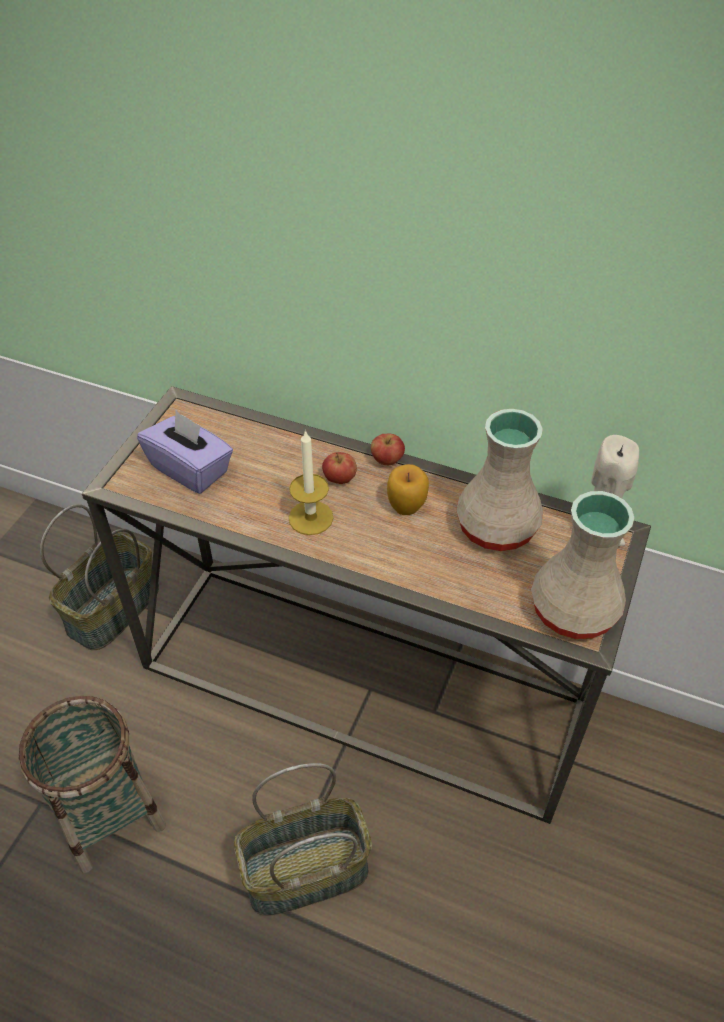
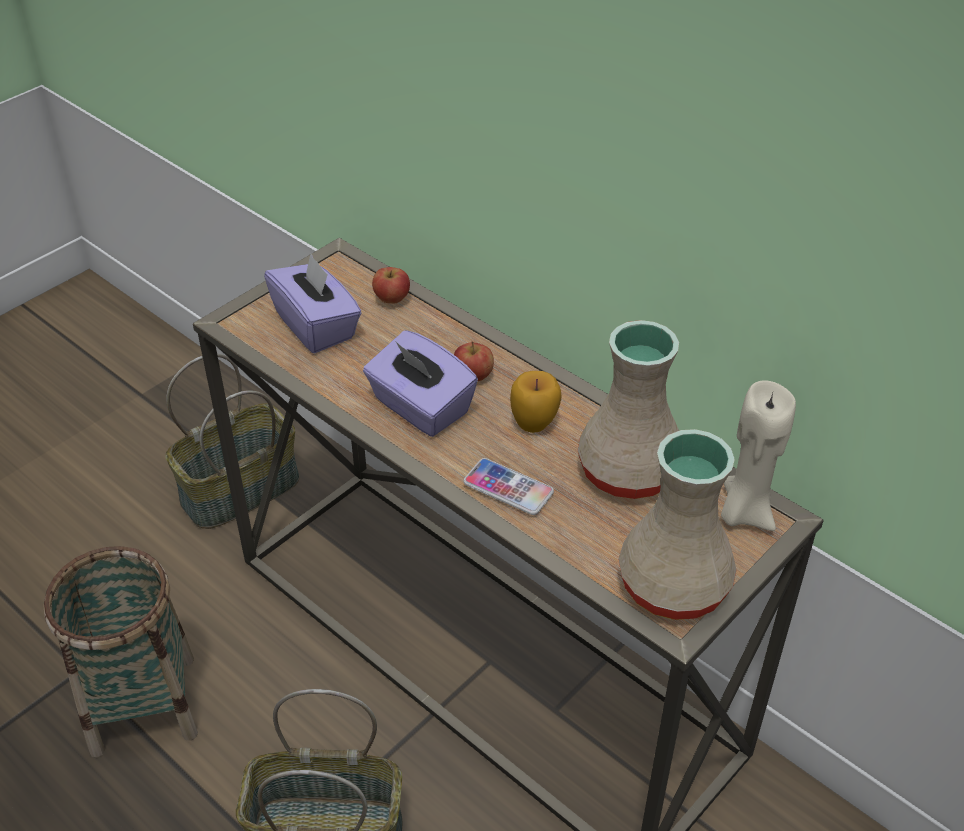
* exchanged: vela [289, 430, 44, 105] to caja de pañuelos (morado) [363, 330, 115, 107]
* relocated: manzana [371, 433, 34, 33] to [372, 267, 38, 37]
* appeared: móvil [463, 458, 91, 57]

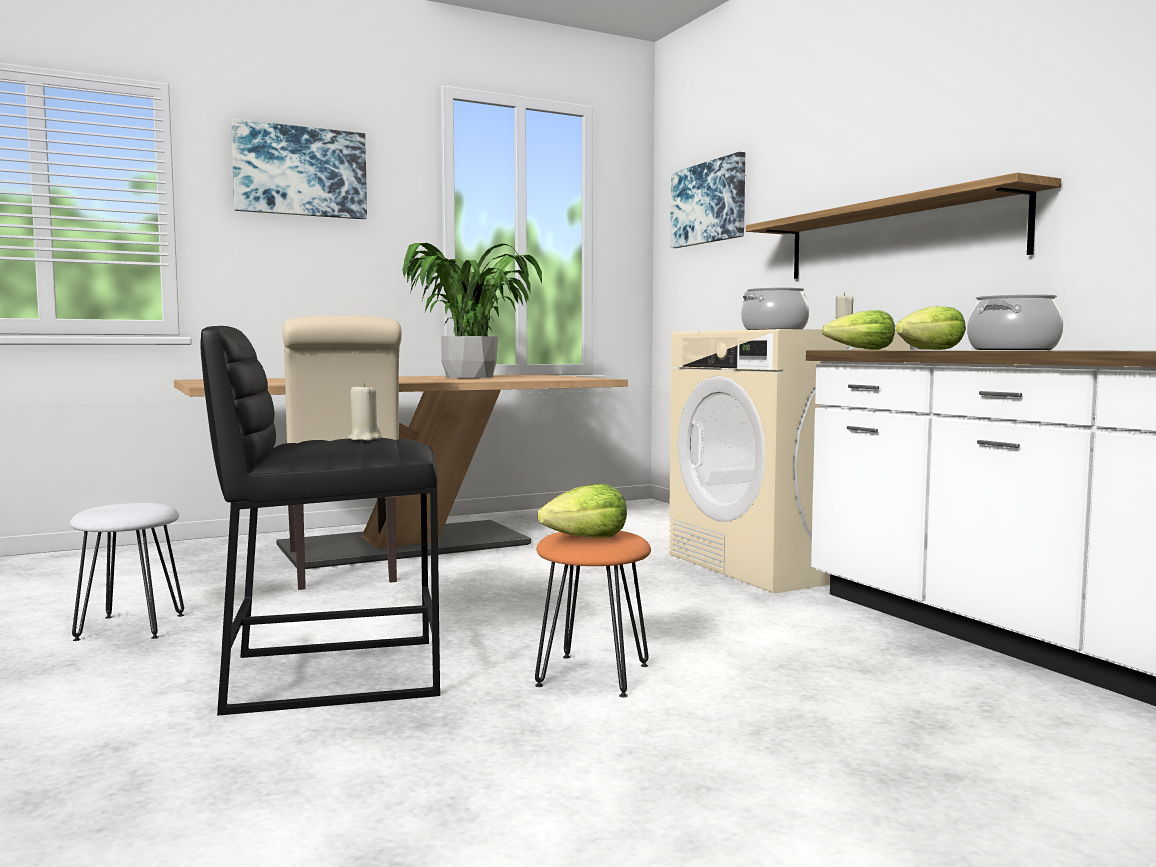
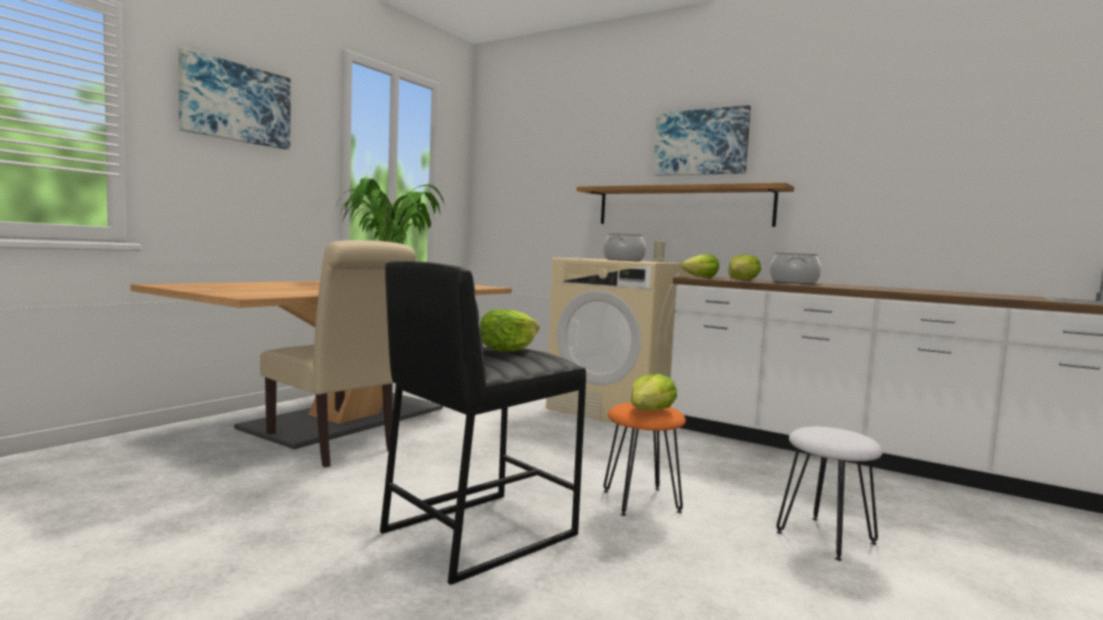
* relocated: taburete (blanco) [70, 503, 114, 138] to [776, 427, 107, 134]
* exchanged: vela (beis) [348, 383, 34, 58] to lechuga [479, 309, 60, 42]
* relocated: cuadro [670, 152, 75, 96] to [653, 105, 98, 71]

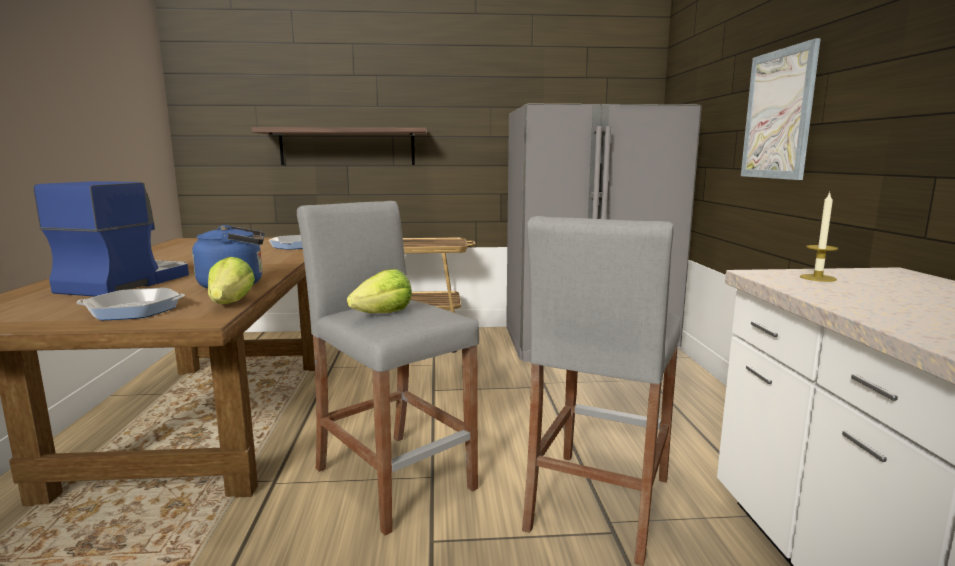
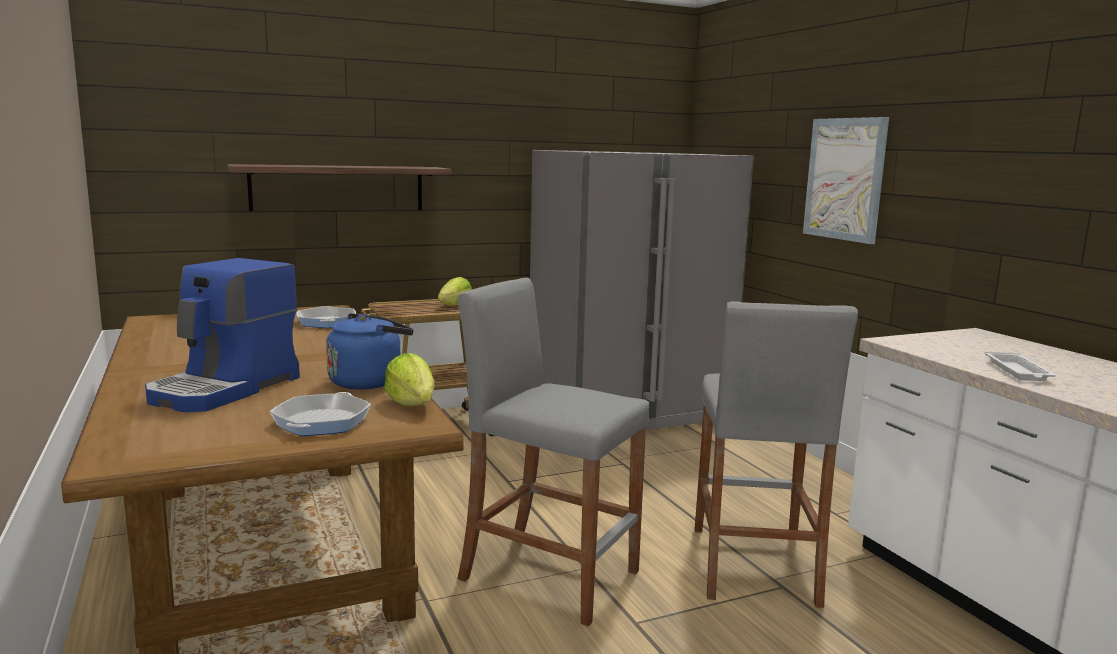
* spun: cafetera [33, 181, 156, 116] = [145, 258, 155, 154] 150 degrees counterclockwise
* spun: sartén [76, 288, 109, 32] = [270, 392, 101, 44] 45 degrees counterclockwise
* relocated: lechuga [347, 269, 65, 44] to [438, 277, 34, 29]
* missing: vela [800, 192, 38, 90]
* appeared: bandeja (blanco) [985, 351, 71, 30]

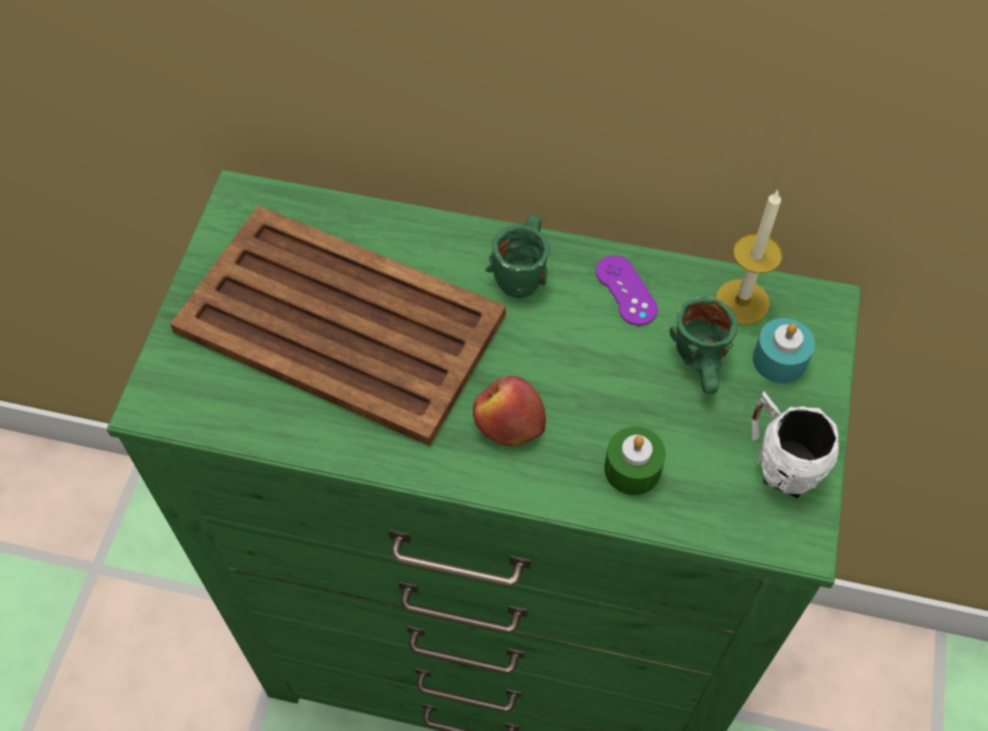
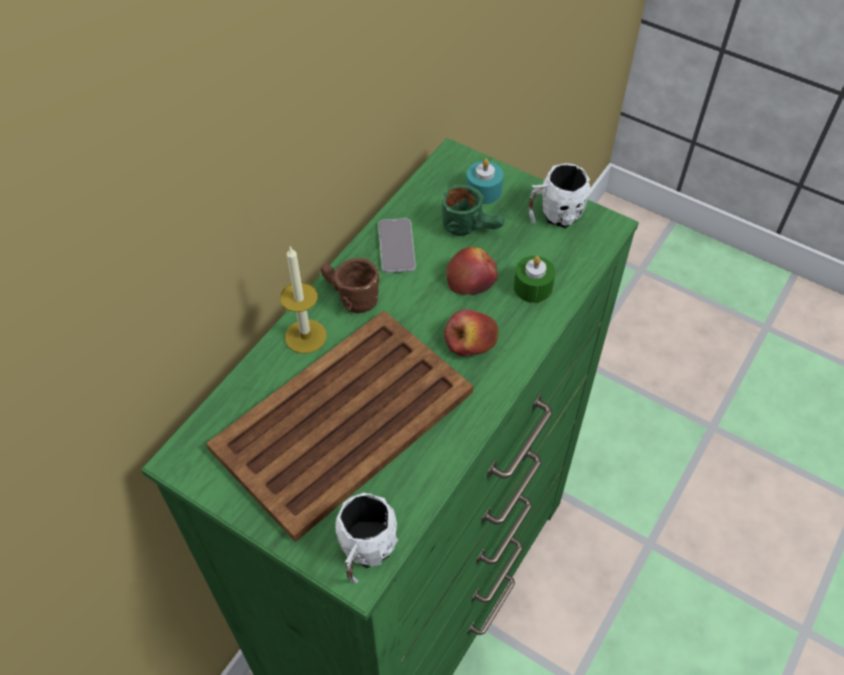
* colour: taza grande (verde) [485, 215, 65, 84] to taza grande (marrón) [320, 258, 59, 55]
* exchanged: mando de consola (morado) [596, 255, 62, 71] to móvil [378, 218, 38, 55]
* relocated: vela [715, 189, 68, 136] to [280, 246, 47, 108]
* appeared: taza grande (blanco) [335, 493, 63, 91]
* appeared: manzana [446, 247, 52, 48]

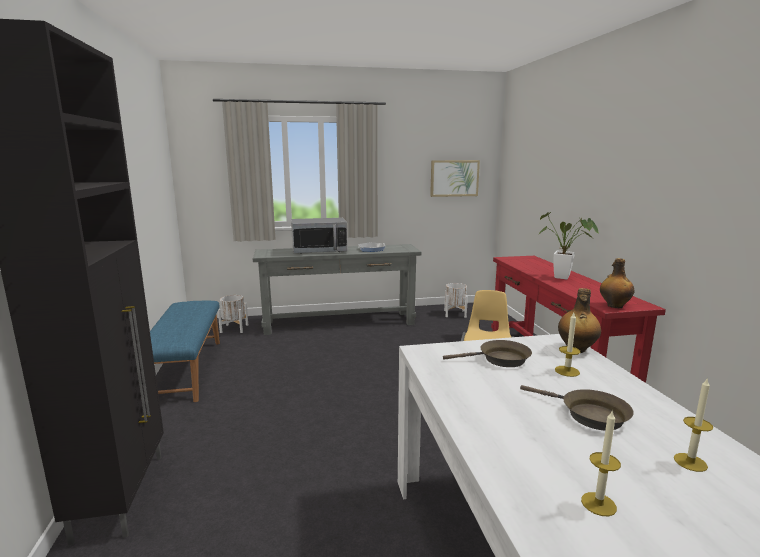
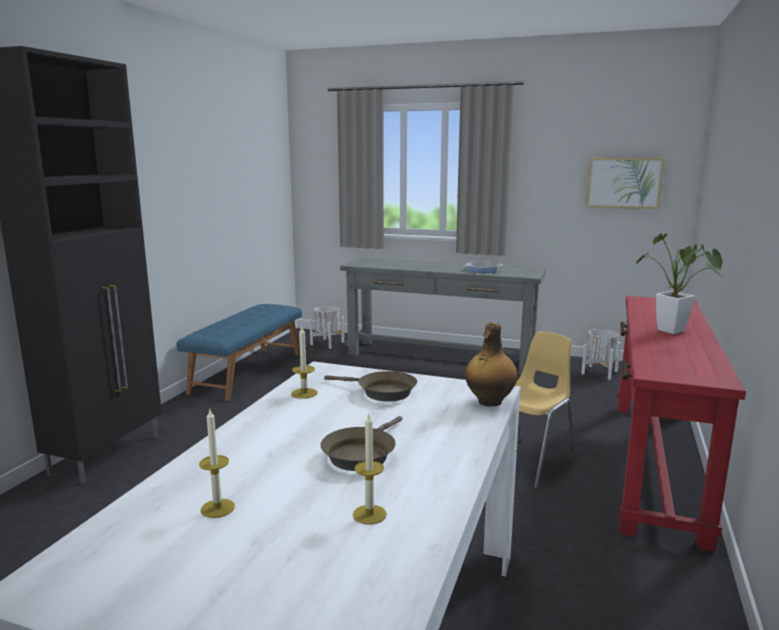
* missing: microondas [291, 218, 57, 36]
* spun: sartén (marrón) [520, 385, 114, 45] = [321, 416, 82, 55] 45 degrees clockwise
* relocated: vela [555, 313, 25, 64] to [291, 327, 27, 72]
* missing: botella [600, 258, 35, 50]

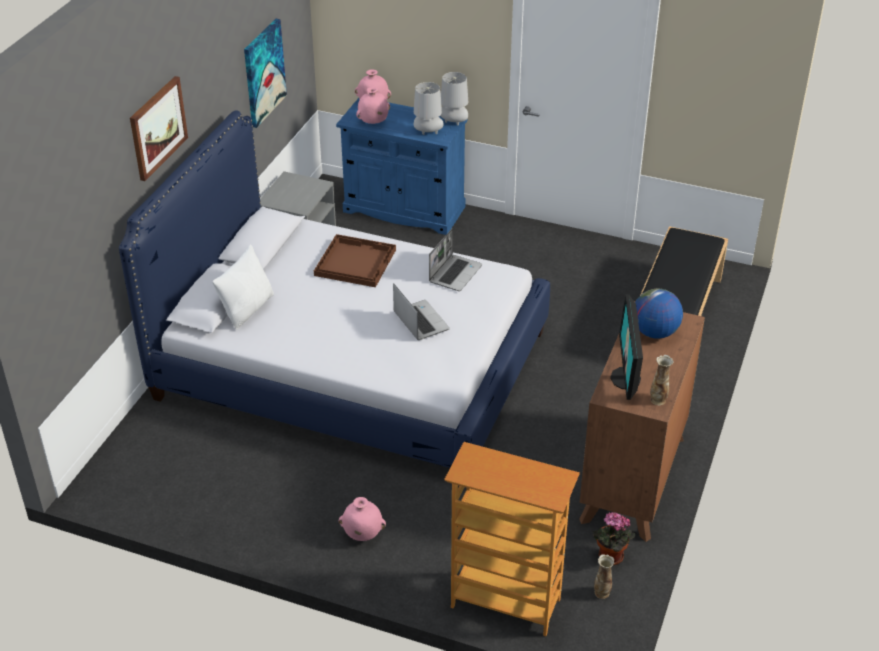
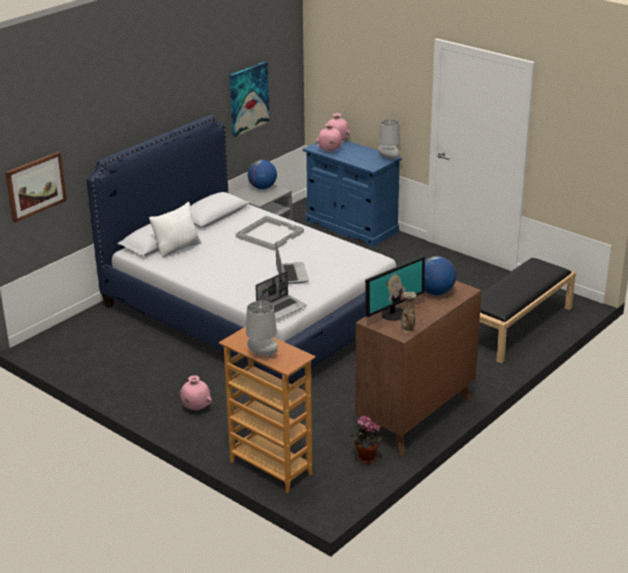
* relocated: cuadro [130, 76, 58, 105] to [5, 151, 62, 72]
* colour: bandeja (marrón) [314, 234, 82, 53] to bandeja (blanco) [236, 216, 68, 35]
* relocated: lámpara de mesa (gris) [414, 82, 30, 53] to [246, 301, 32, 57]
* relocated: portátil [429, 228, 53, 63] to [256, 271, 51, 49]
* missing: florero [594, 554, 20, 45]
* spun: monitor [610, 294, 33, 106] = [365, 256, 60, 65] 150 degrees counterclockwise
* appeared: globo terráqueo [248, 160, 29, 29]

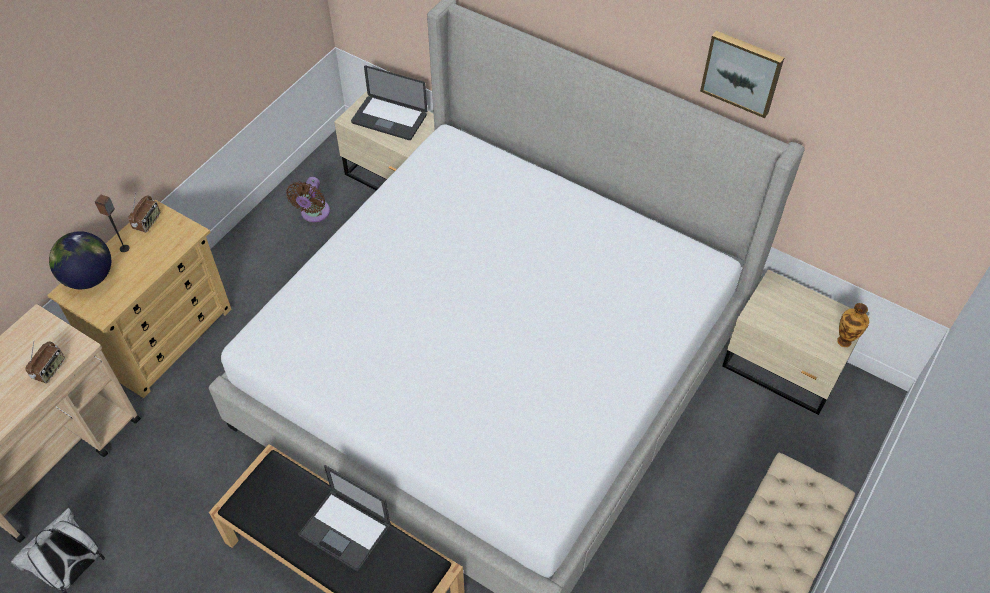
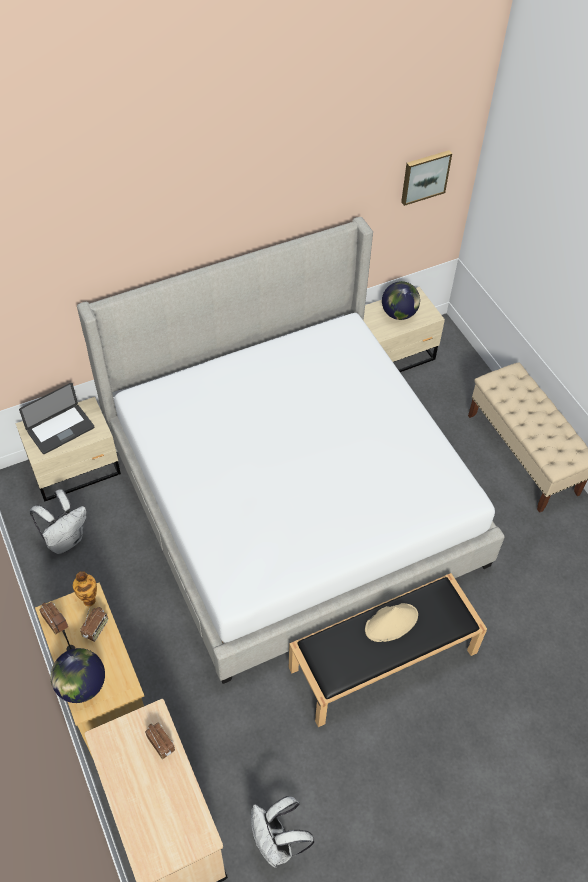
* exchanged: ventilador (marrón) [286, 177, 44, 45] to mochila (blanco) [30, 489, 56, 65]
* exchanged: portátil [298, 465, 93, 107] to sombrero (beis) [365, 603, 53, 39]
* relocated: cuadro [700, 31, 85, 87] to [401, 150, 51, 56]
* relocated: florero [837, 303, 32, 44] to [73, 571, 24, 35]
* appeared: radio [80, 607, 28, 35]
* appeared: globo terráqueo [382, 281, 38, 39]

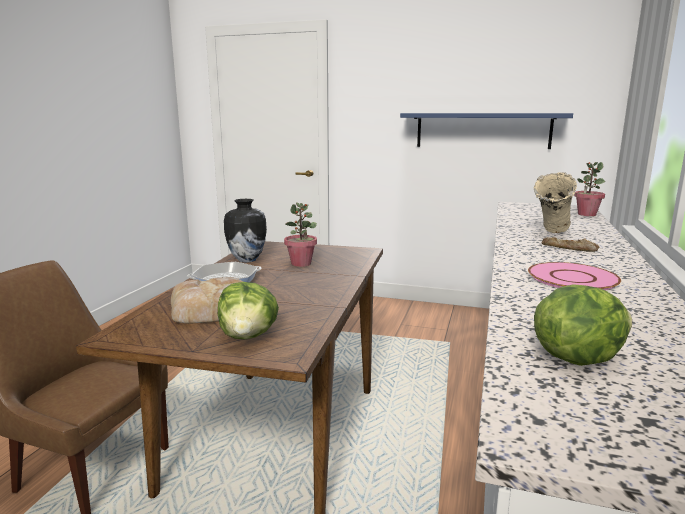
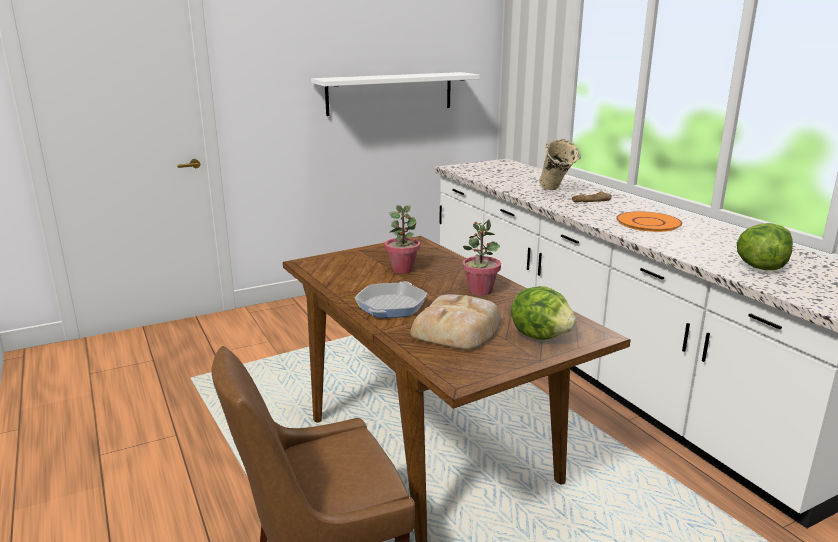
* missing: florero [224, 199, 43, 64]
* colour: estante (azul) [400, 113, 173, 36] to estante (blanco) [311, 72, 169, 44]
* colour: plato (rosa) [528, 262, 93, 28] to plato (naranja) [616, 211, 66, 21]
* relocated: planta en maceta [574, 162, 31, 54] to [462, 219, 39, 77]

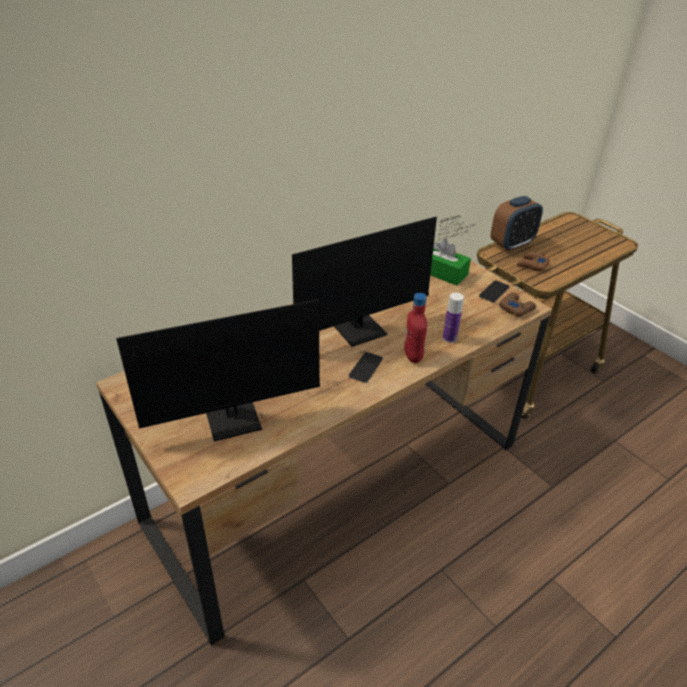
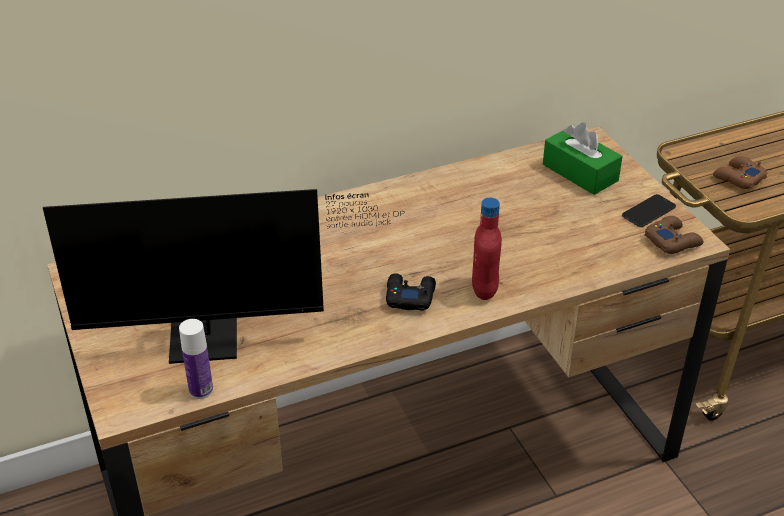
* missing: monitor [292, 215, 184, 132]
* exchanged: móvil [349, 352, 34, 31] to mando de consola (negro) [386, 273, 50, 38]
* relocated: botella [443, 292, 21, 51] to [179, 319, 34, 80]
* missing: despertador [491, 196, 52, 55]

